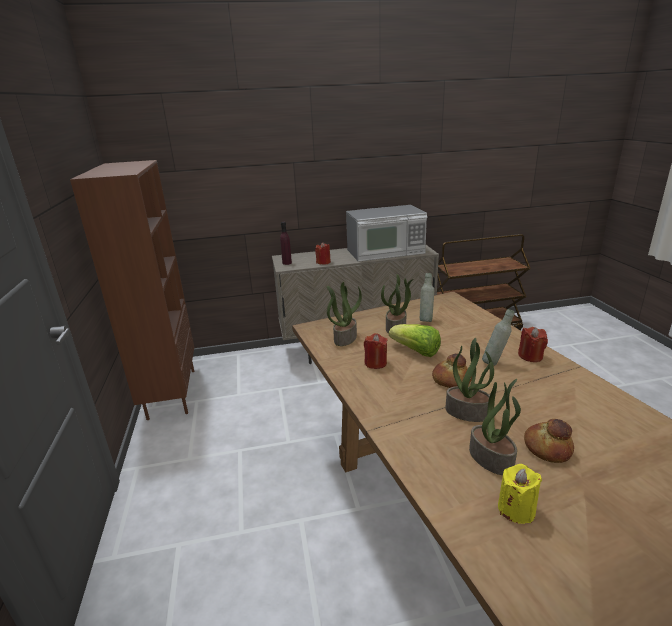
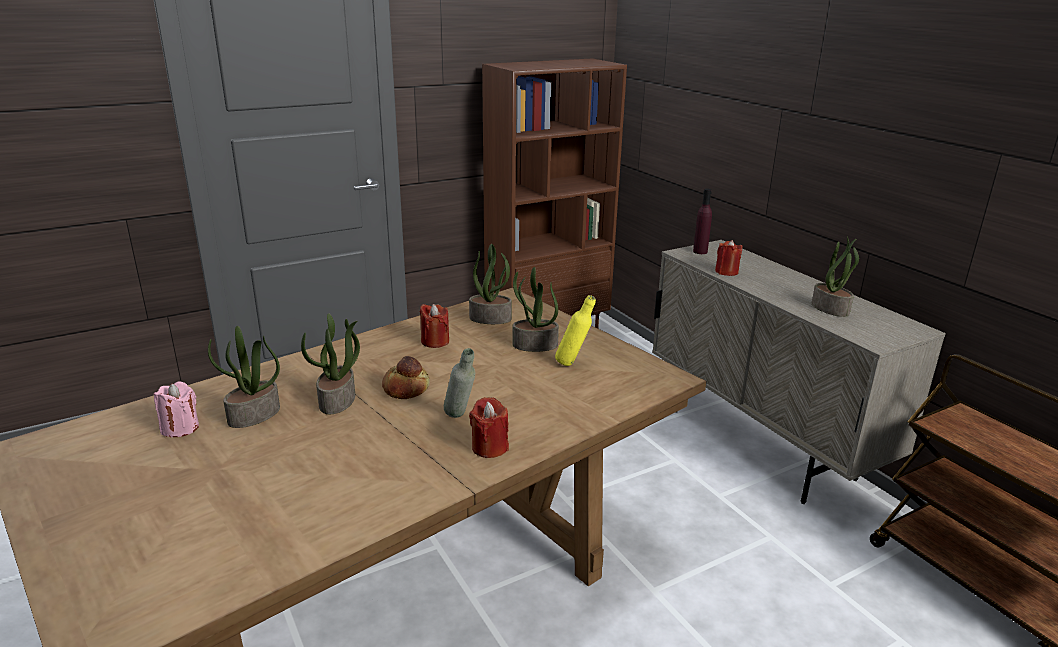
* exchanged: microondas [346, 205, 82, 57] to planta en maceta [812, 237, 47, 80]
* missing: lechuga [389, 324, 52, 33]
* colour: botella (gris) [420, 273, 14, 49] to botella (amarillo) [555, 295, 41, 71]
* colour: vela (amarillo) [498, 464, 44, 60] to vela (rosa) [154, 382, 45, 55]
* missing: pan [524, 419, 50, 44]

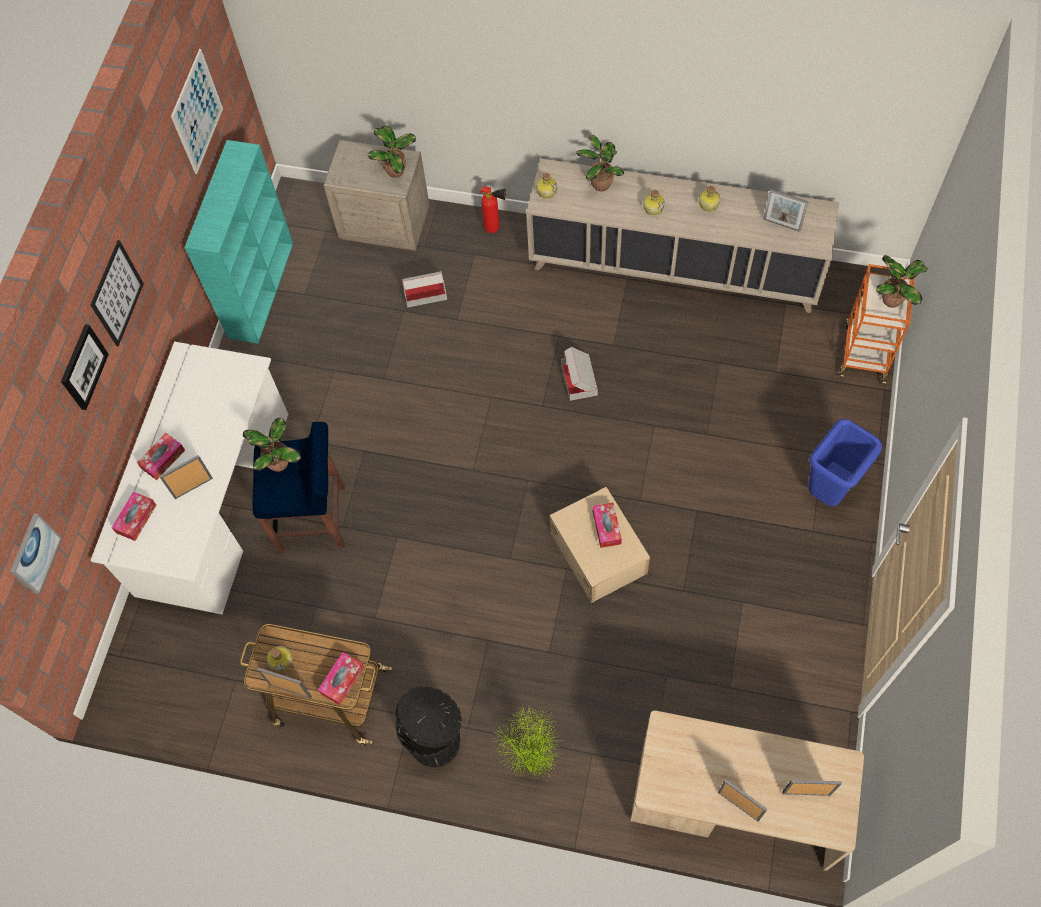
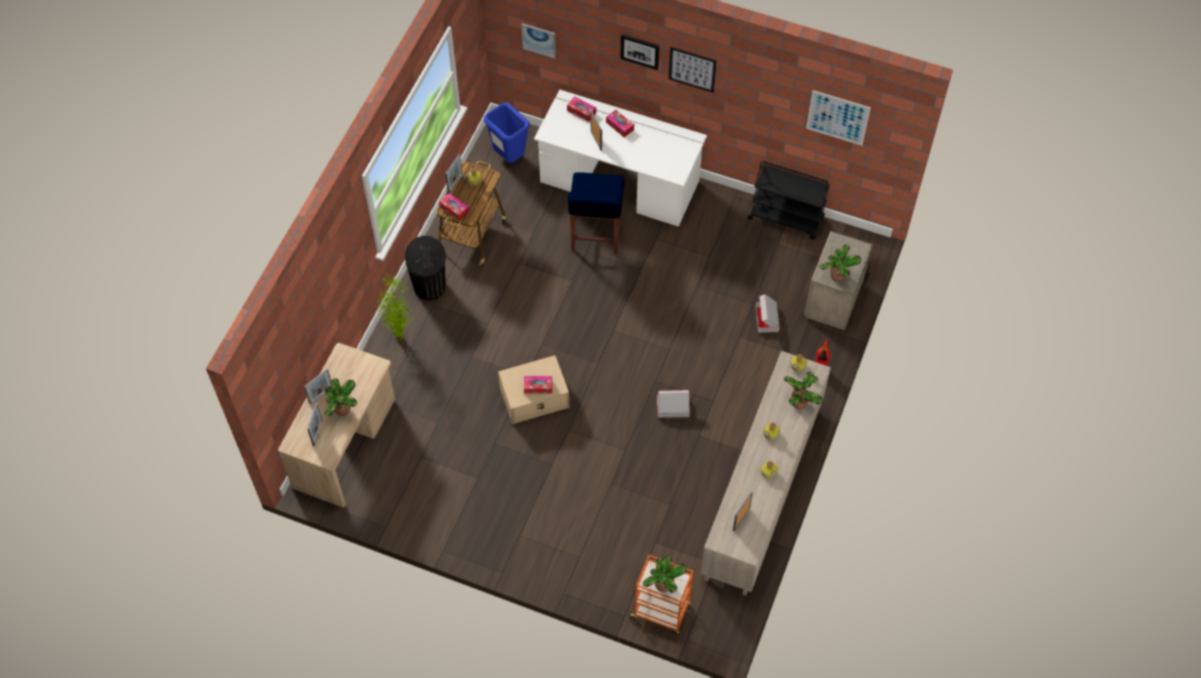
* exchanged: estantería (turquesa) [184, 140, 109, 204] to carrito (negro) [748, 161, 82, 78]
* relocated: planta en maceta [243, 418, 58, 54] to [325, 378, 32, 38]
* relocated: papelera (azul) [808, 419, 74, 87] to [484, 102, 46, 61]

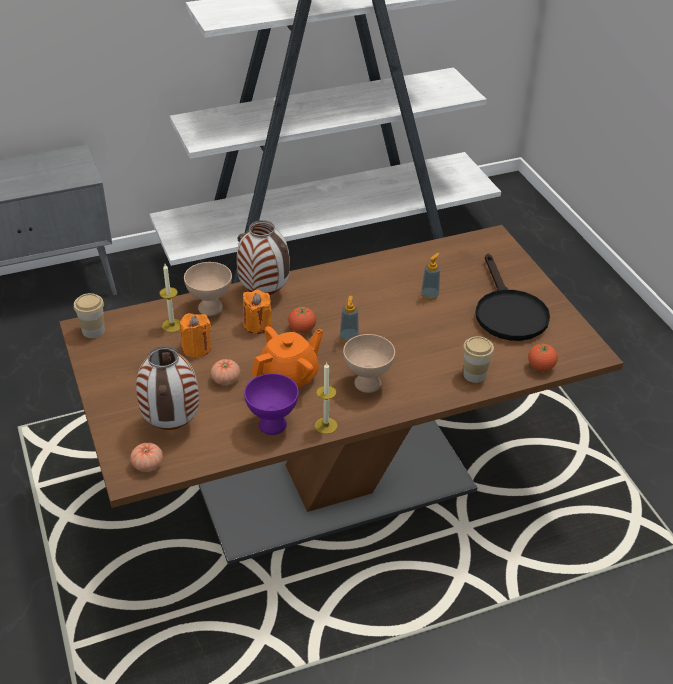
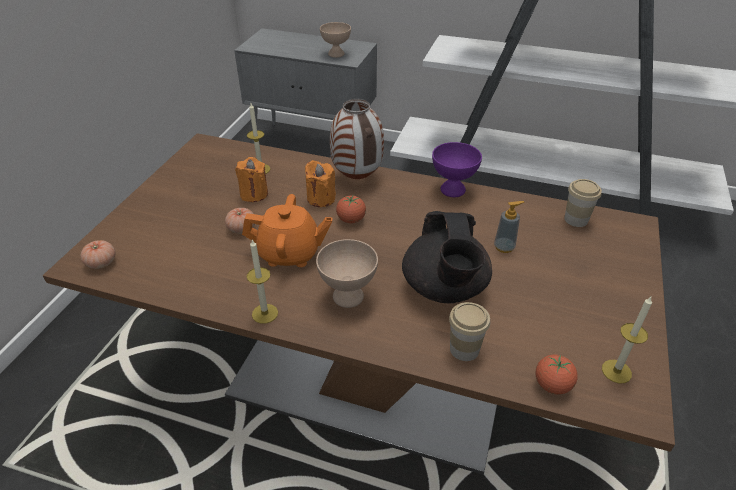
* relocated: taza [74, 293, 31, 45] to [564, 179, 38, 48]
* missing: florero [136, 346, 63, 84]
* relocated: cuenco (beis) [184, 262, 48, 54] to [320, 22, 31, 36]
* relocated: cuenco (morado) [244, 373, 55, 62] to [432, 142, 50, 55]
* missing: dispensador de jabón [340, 296, 19, 46]
* missing: sartén (negro) [476, 254, 74, 87]
* appeared: tetera (negro) [402, 211, 90, 92]
* appeared: vela [602, 297, 50, 86]

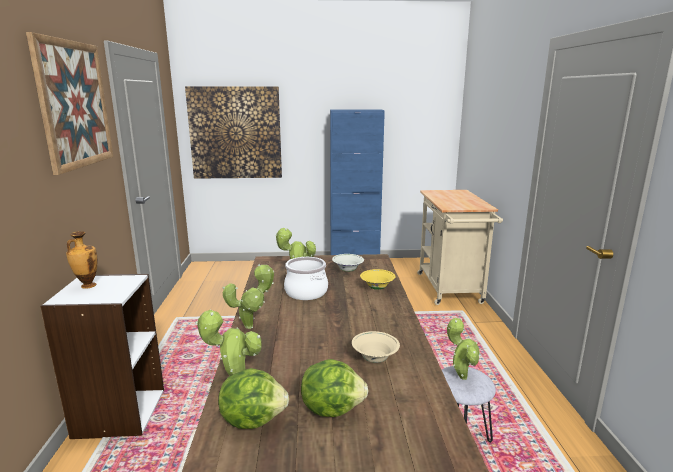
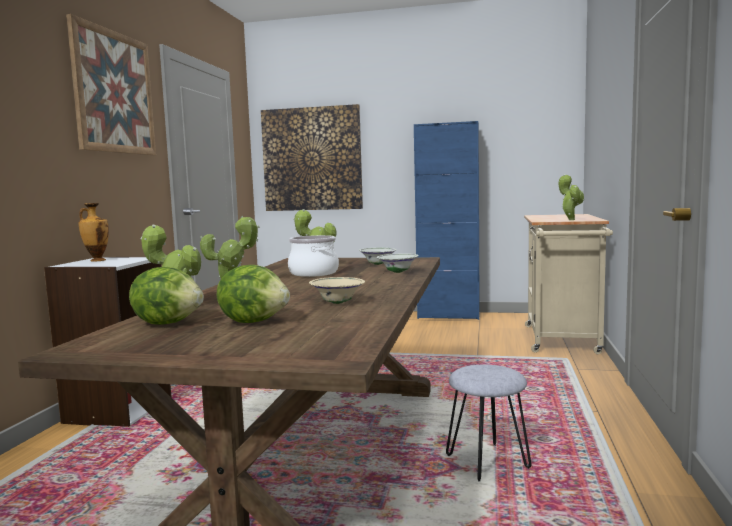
* colour: cuenco (amarillo) [360, 269, 35, 21] to cuenco (blanco) [377, 253, 42, 20]
* relocated: planta en maceta [447, 318, 33, 62] to [558, 174, 26, 46]

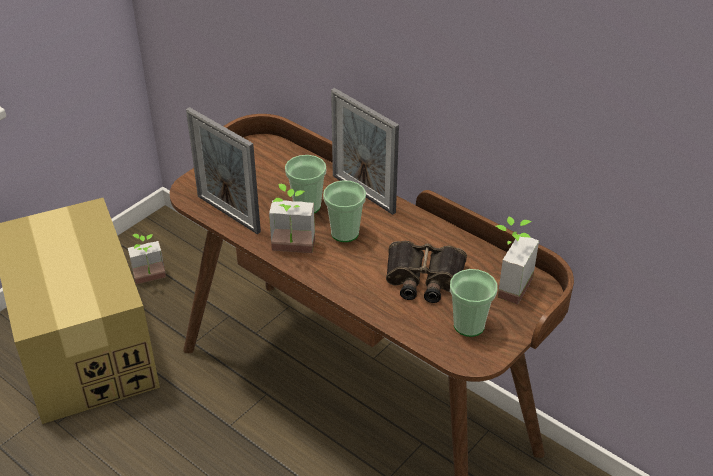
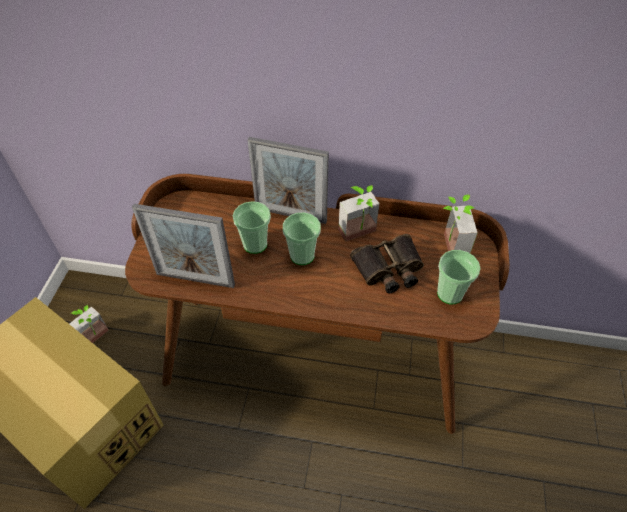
* relocated: planta en maceta [269, 184, 46, 69] to [338, 185, 42, 57]

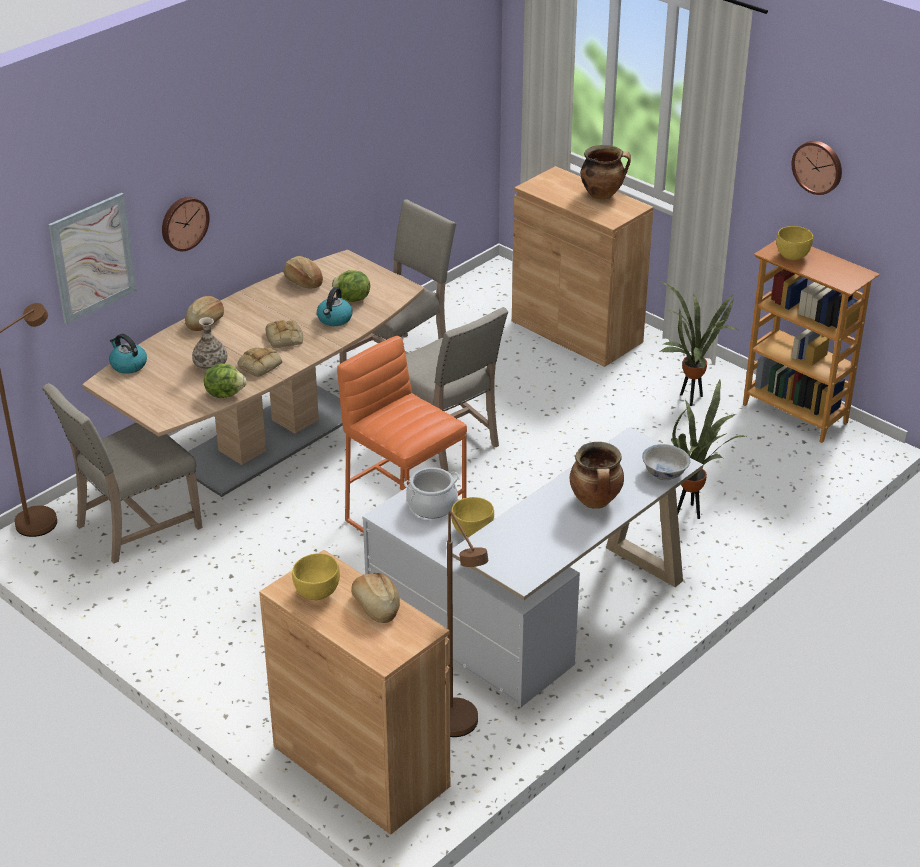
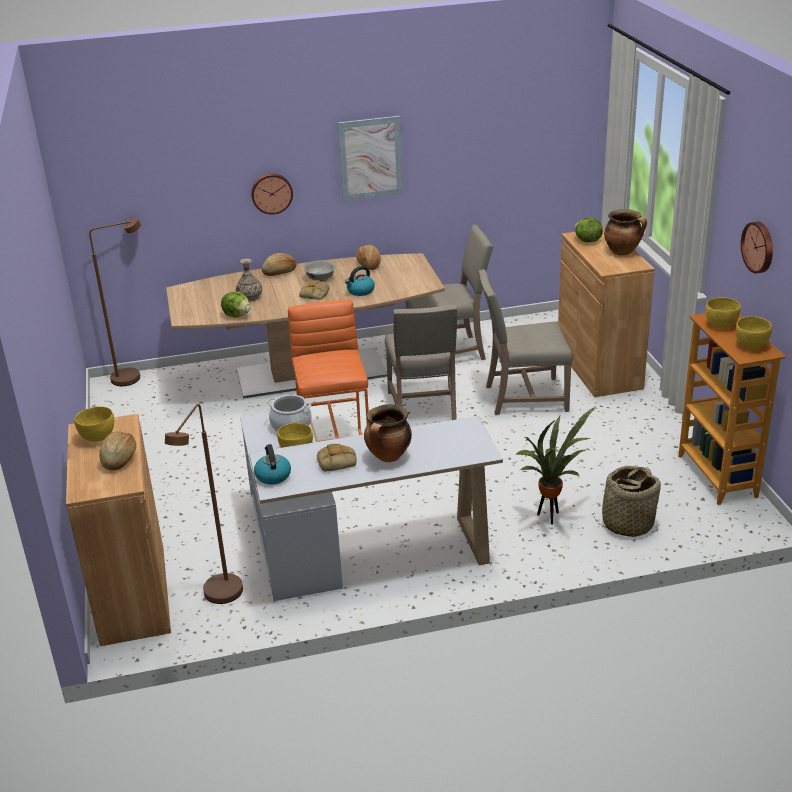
* relocated: silla (beis) [42, 383, 160, 181] to [478, 269, 95, 146]
* relocated: cuadro [48, 193, 89, 131] to [337, 116, 66, 85]
* relocated: hervidor [109, 334, 38, 40] to [254, 444, 37, 41]
* relocated: pan [237, 347, 45, 30] to [317, 444, 40, 28]
* relocated: lechuga [332, 270, 38, 32] to [575, 217, 28, 25]
* relocated: cuenco (blanco) [642, 444, 48, 36] to [304, 260, 32, 22]
* missing: planta en maceta [660, 281, 78, 125]
* appeared: cesta [594, 466, 67, 71]
* appeared: cuenco (amarillo) [736, 316, 36, 33]

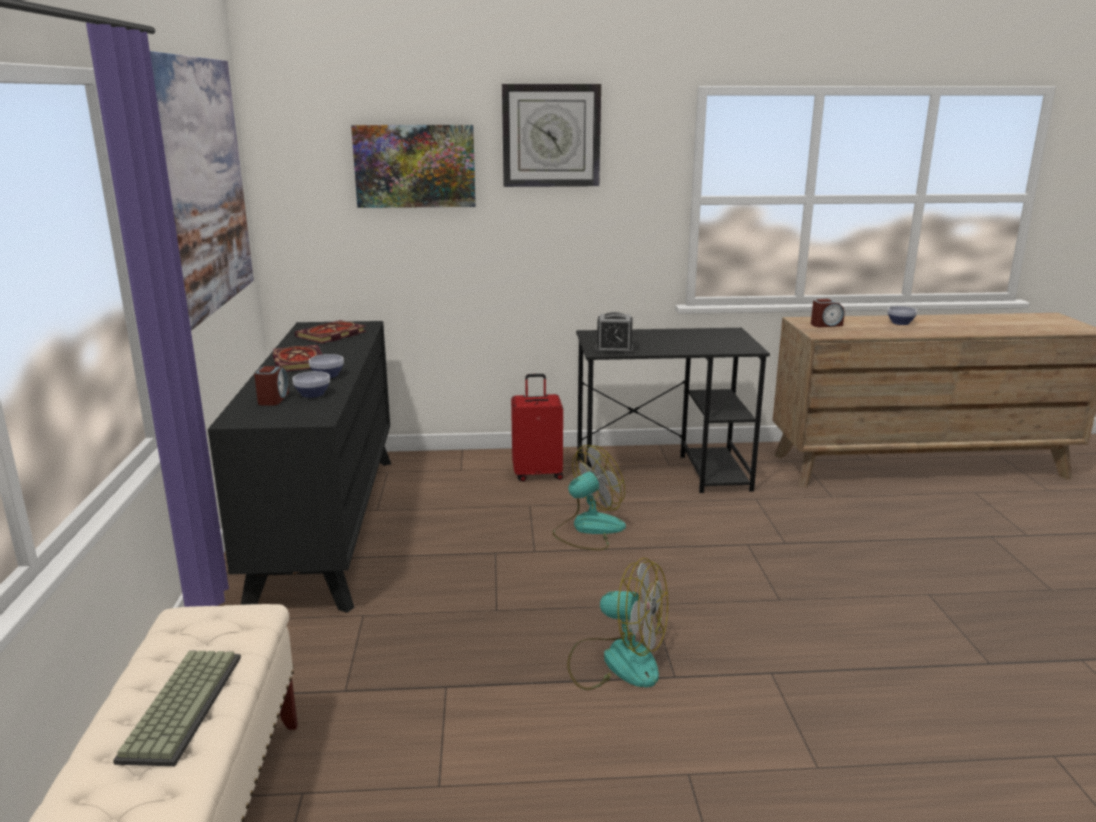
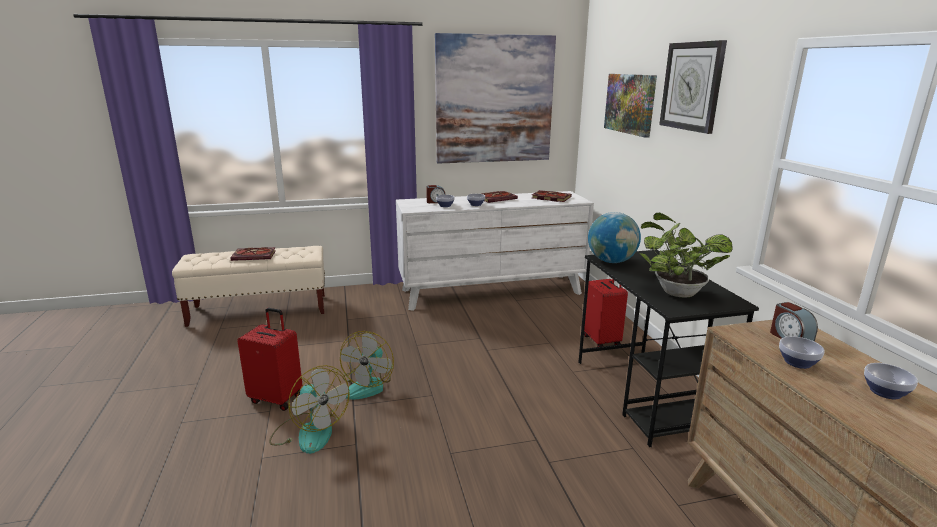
* exchanged: teclado [113, 650, 128, 116] to libro [230, 247, 46, 14]
* colour: cómoda (negro) [208, 321, 183, 292] to cómoda (blanco) [396, 191, 198, 120]
* relocated: ventilador [553, 445, 73, 105] to [269, 365, 81, 89]
* exchanged: despertador [595, 312, 38, 42] to globo terráqueo [588, 212, 53, 51]
* appeared: maleta (rojo) [237, 308, 66, 103]
* appeared: planta en maceta [639, 212, 94, 86]
* appeared: cuenco [779, 336, 46, 33]

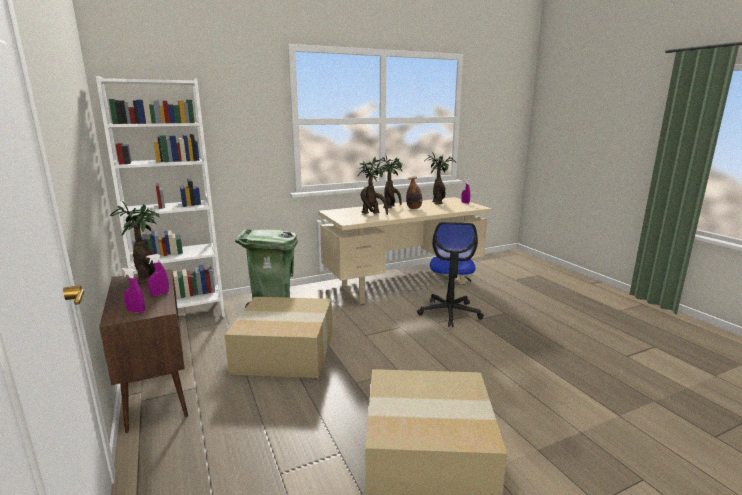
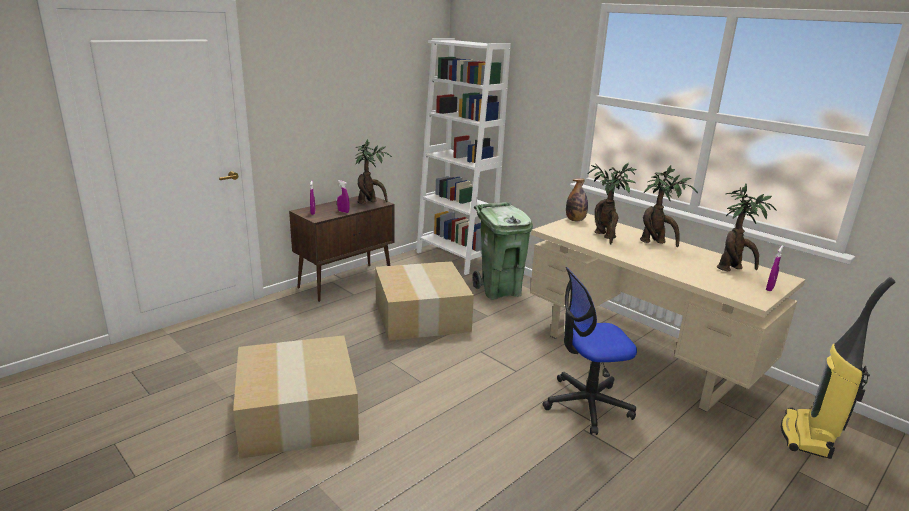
* relocated: botella [406, 176, 16, 33] to [566, 178, 22, 43]
* appeared: aspiradora [781, 277, 114, 182]

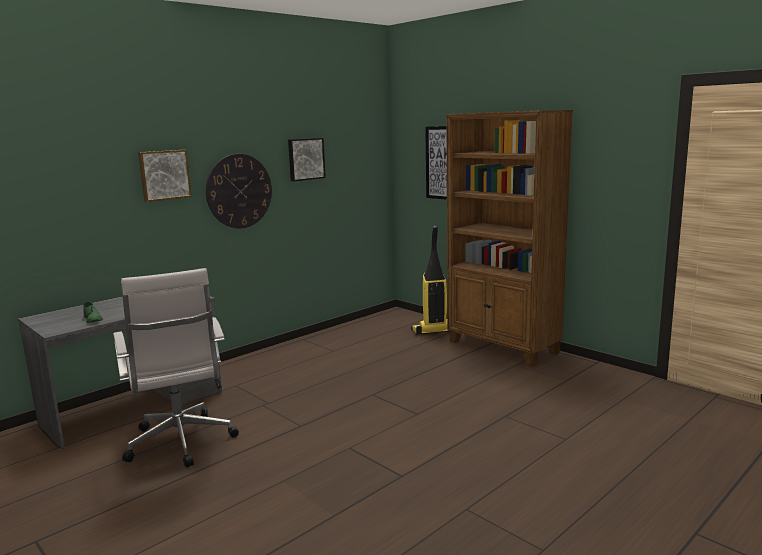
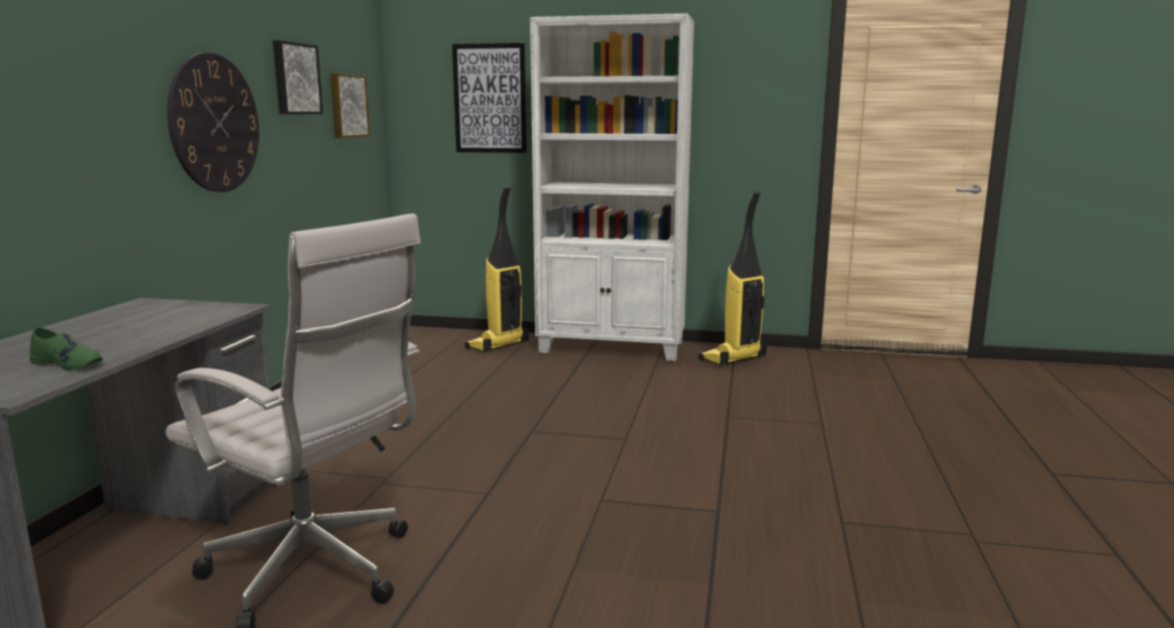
* relocated: cuadro [138, 150, 54, 52] to [330, 73, 40, 65]
* colour: estantería (marrón) [446, 110, 127, 256] to estantería (blanco) [530, 13, 164, 348]
* appeared: aspiradora [699, 191, 68, 175]

